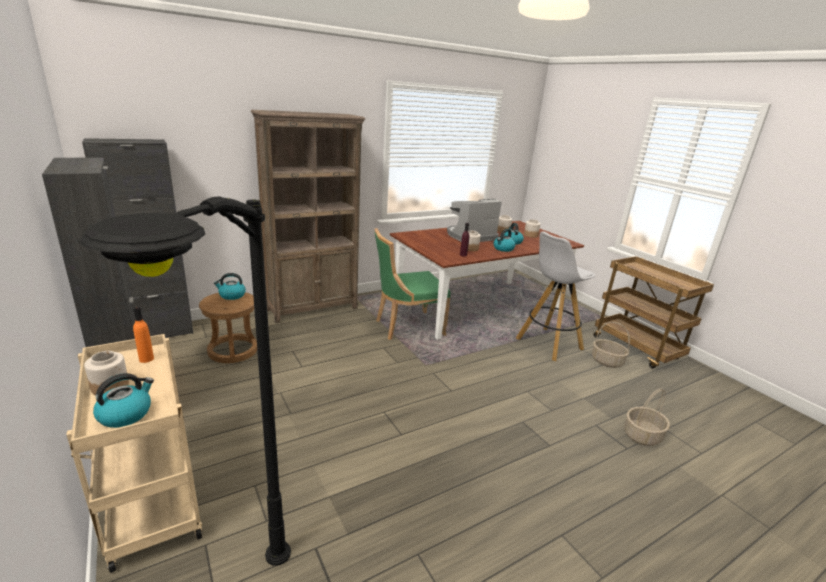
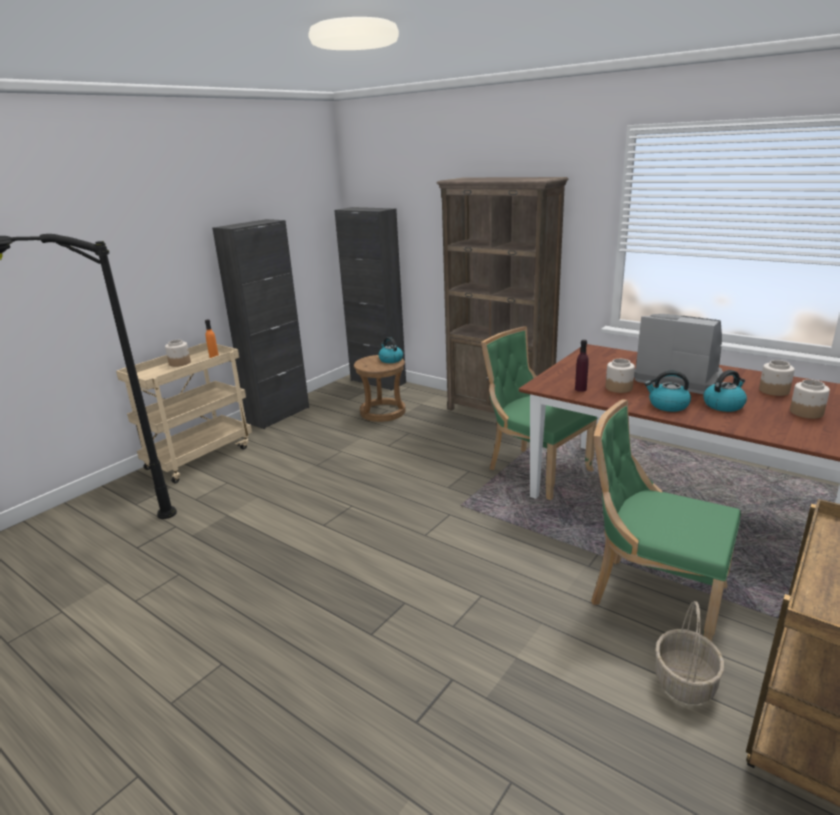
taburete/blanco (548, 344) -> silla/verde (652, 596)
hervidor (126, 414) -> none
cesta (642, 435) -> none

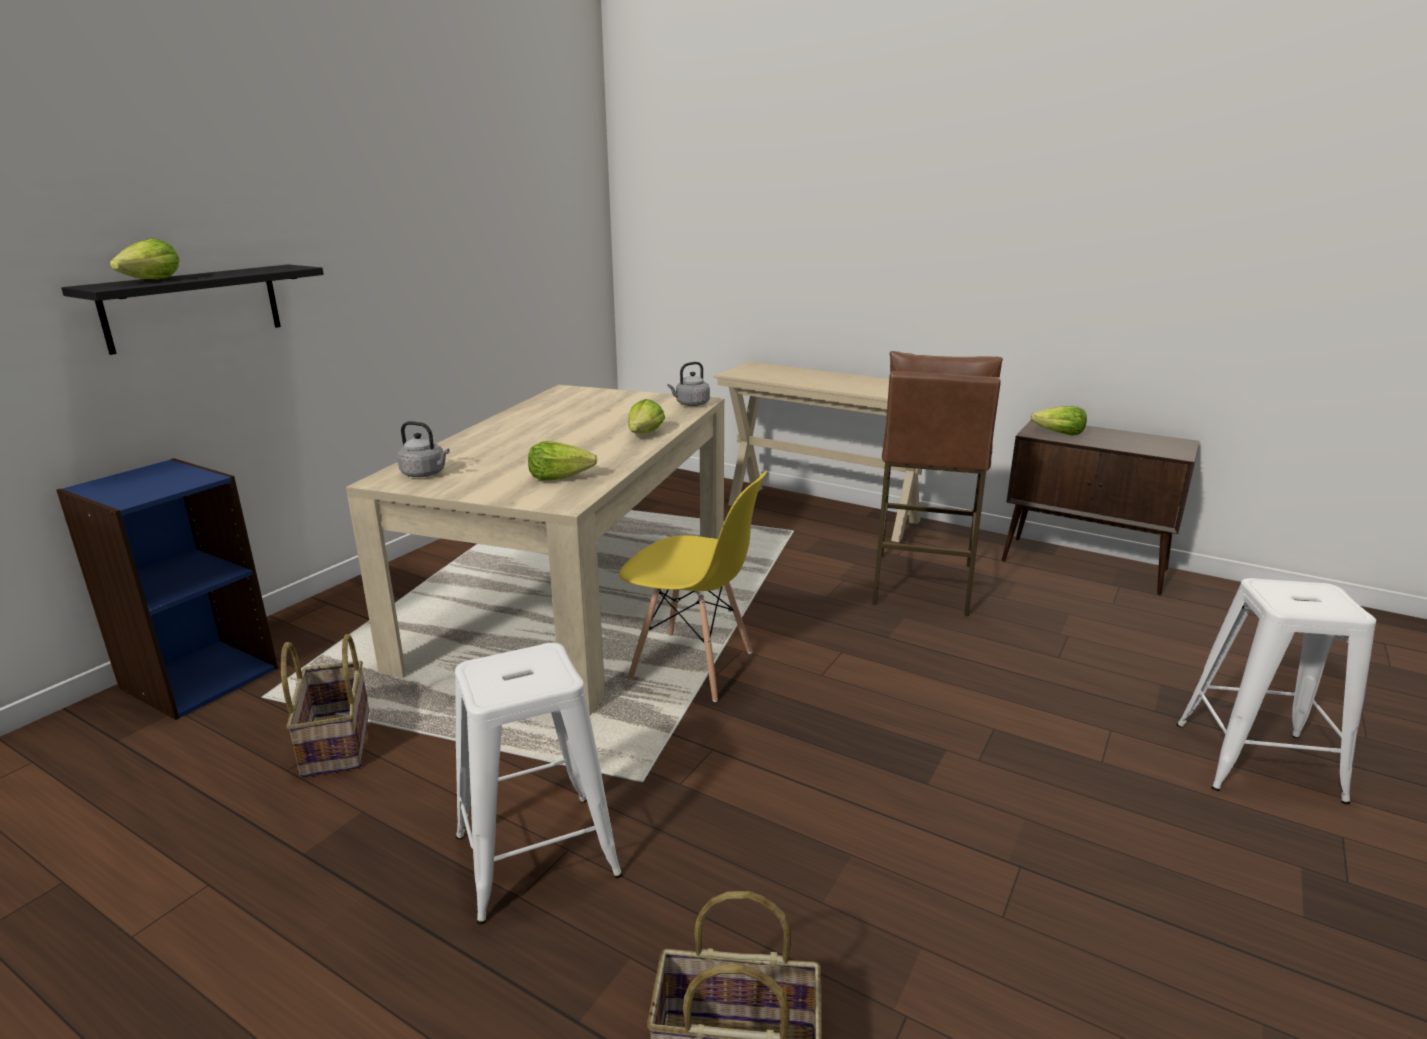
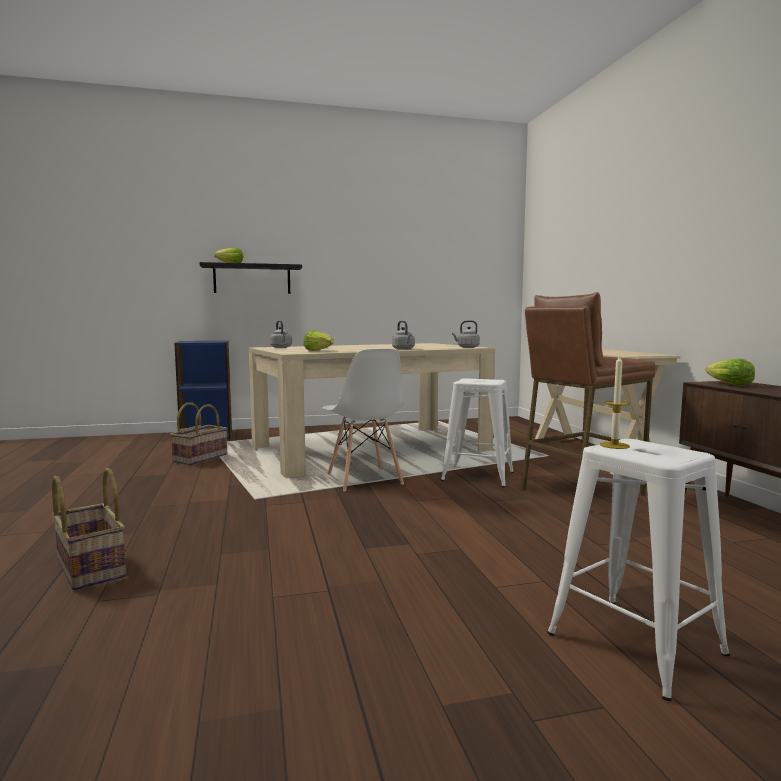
silla/amarillo (692, 666) -> silla/blanco (364, 479)
lechuga (645, 434) -> hervidor/gris (403, 349)
taburete/blanco (537, 855) -> taburete/blanco (478, 476), shifted
none -> vela (614, 445)

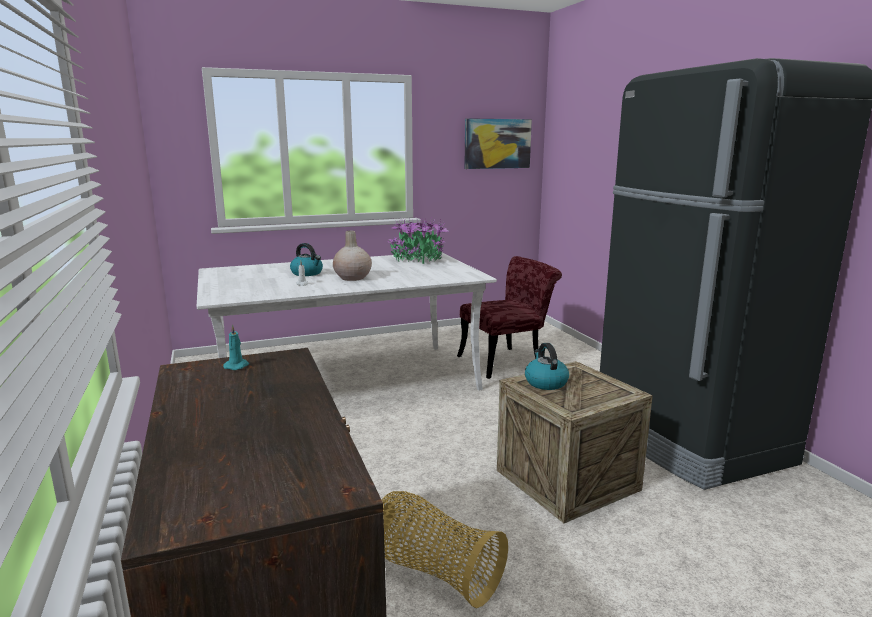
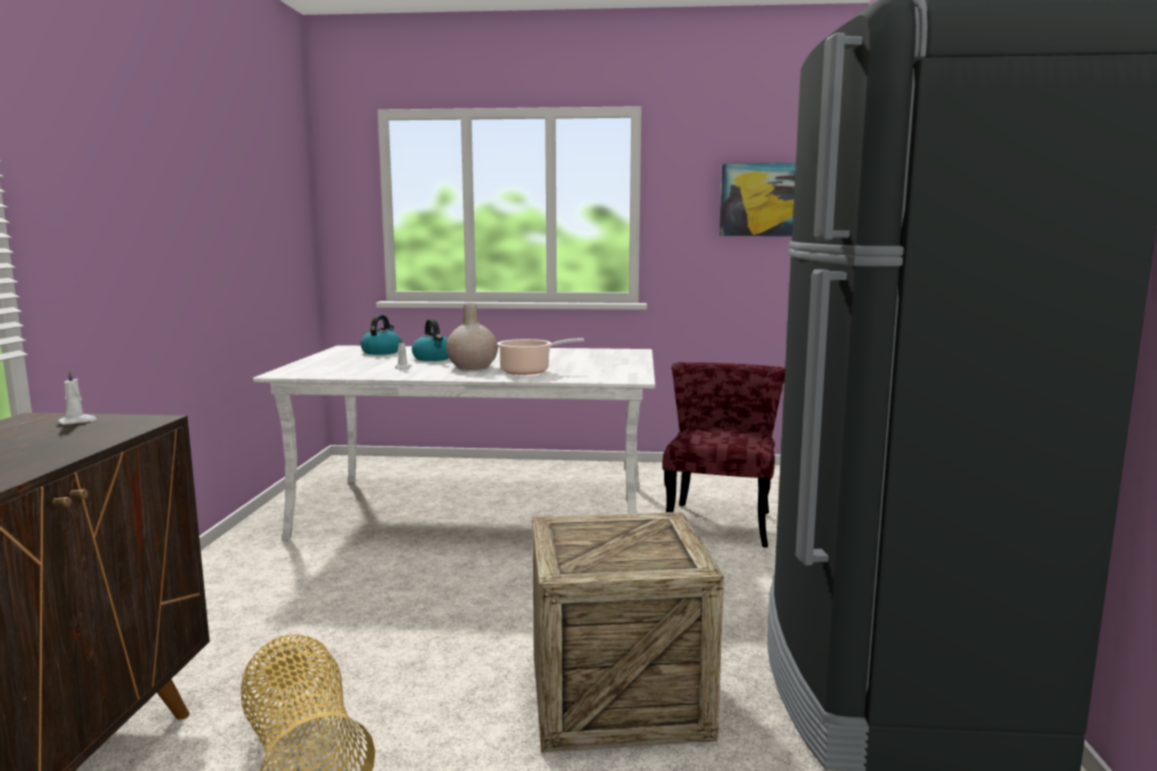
vela/turquesa (237, 366) -> vela/blanco (78, 422)
hervidor (545, 382) -> hervidor (381, 352), shifted
none -> olla (528, 371)
silla/rojo (507, 361) -> silla/rojo (720, 519), 75 degrees counterclockwise
planta en maceta (418, 259) -> none

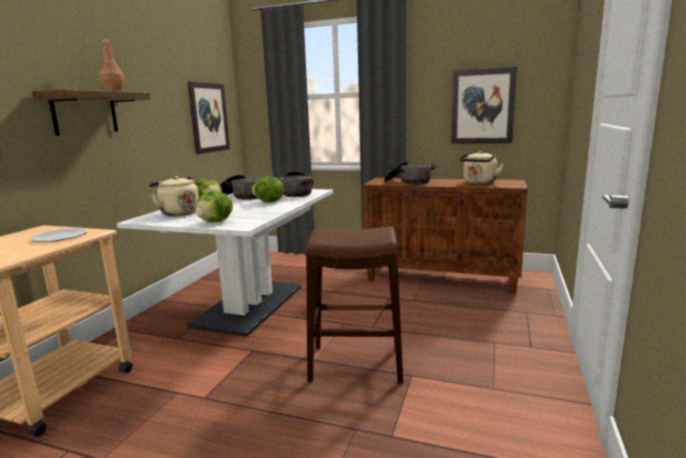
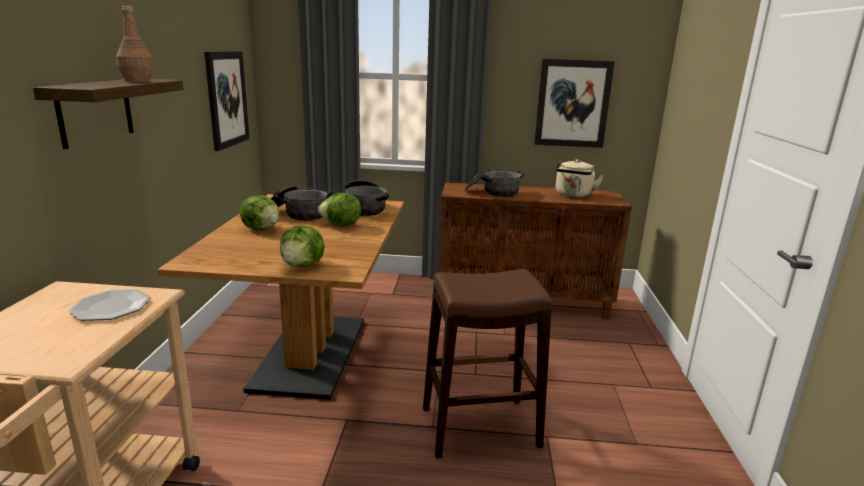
mesa de comedor/blanco (249, 305) -> mesa de comedor/marrón (311, 353)
hervidor/beis (178, 213) -> none

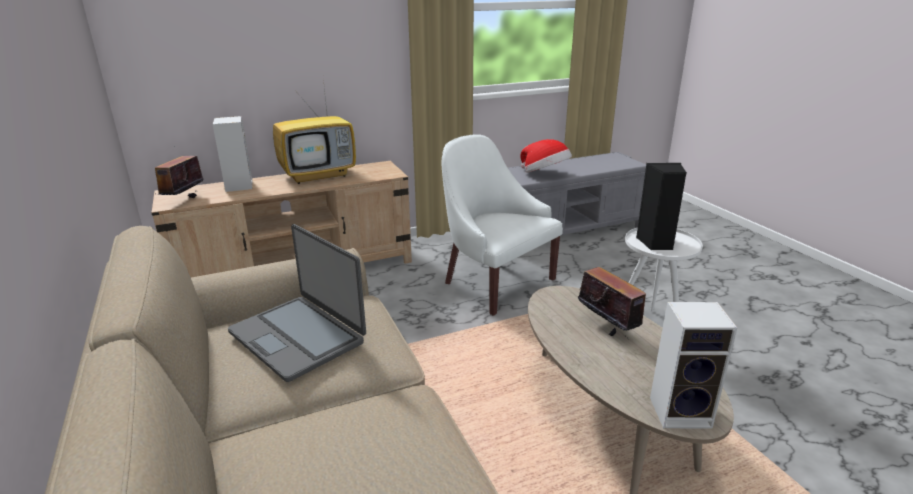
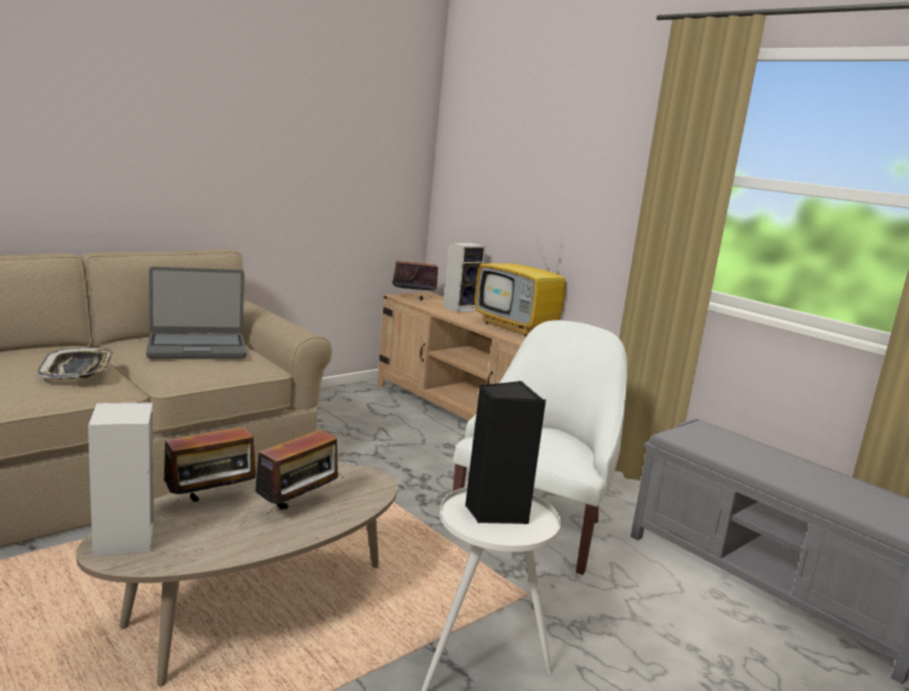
none -> bandeja (78, 370)
portátil (298, 337) -> portátil (197, 347), 135 degrees counterclockwise
none -> radio (211, 502)
sombrero (545, 174) -> none

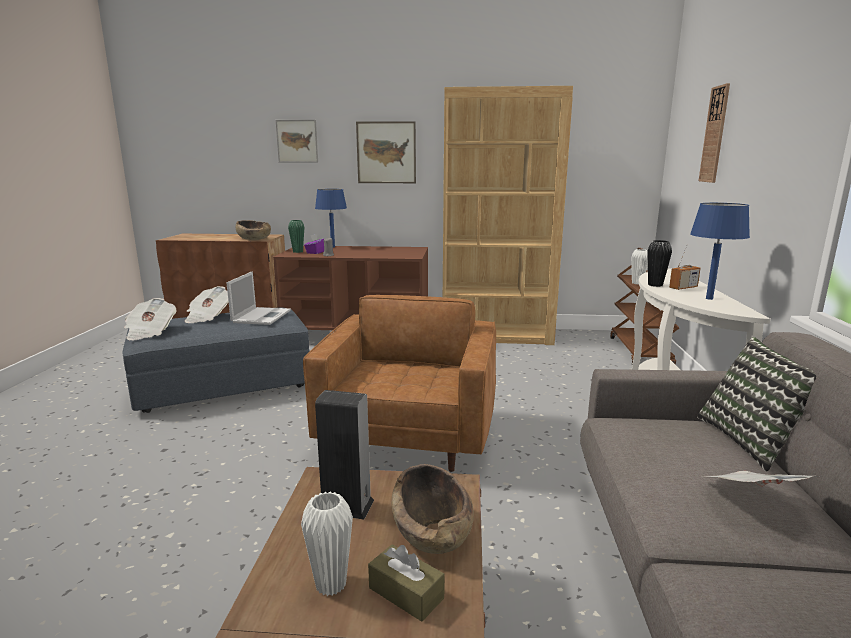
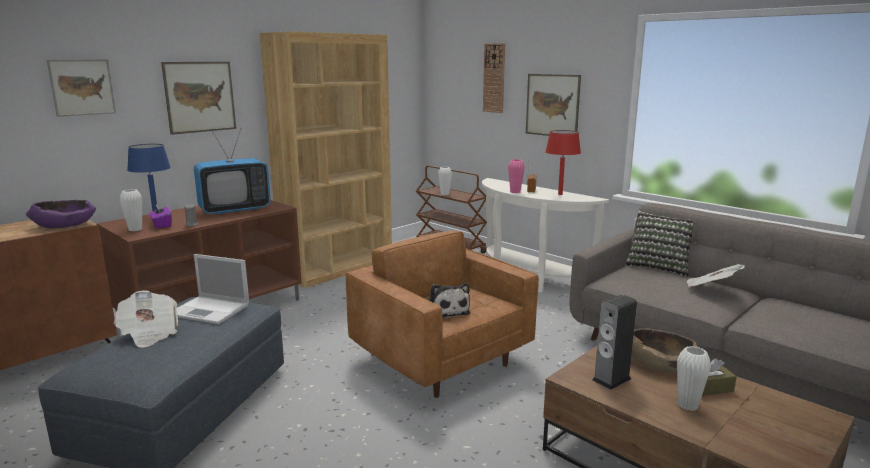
cuenco/marrón (254, 239) -> cuenco/morado (64, 225)
florero/verde (298, 251) -> florero/blanco (135, 229)
portátil (262, 316) -> portátil (210, 310), 150 degrees clockwise
none -> televisor (235, 209)
none -> peluche (445, 311)
florero/negro (655, 285) -> florero/rosa (515, 192)
none -> cuadro (552, 105)
lámpara de mesa/azul (709, 298) -> lámpara de mesa/rojo (560, 194)
periódico (150, 332) -> none

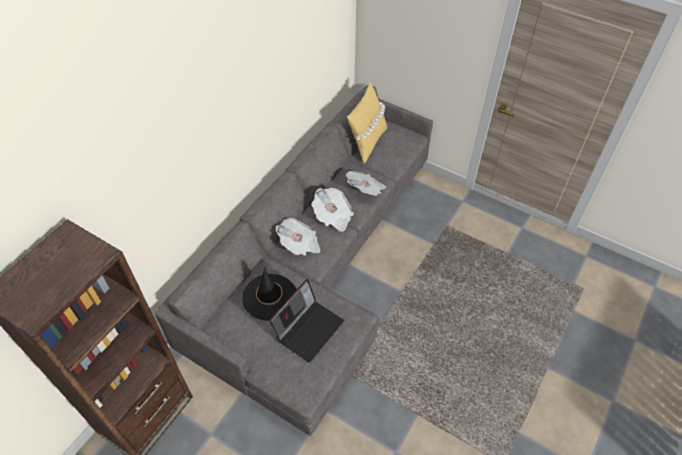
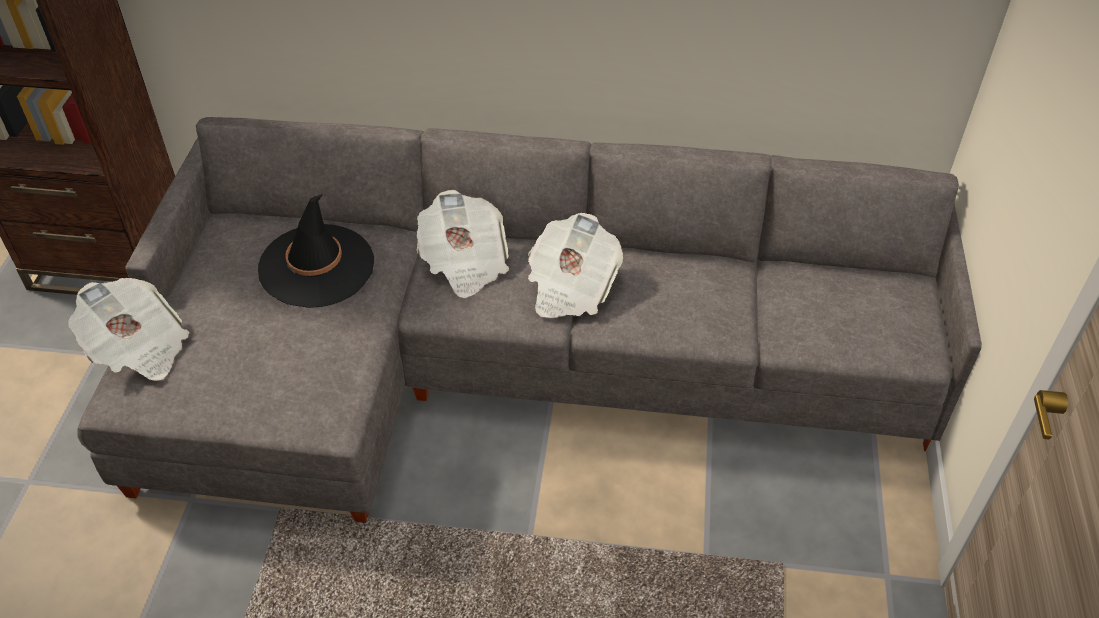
periódico (366, 190) -> periódico (138, 348), shifted
portátil (308, 328) -> none
cojín/amarillo (367, 142) -> none

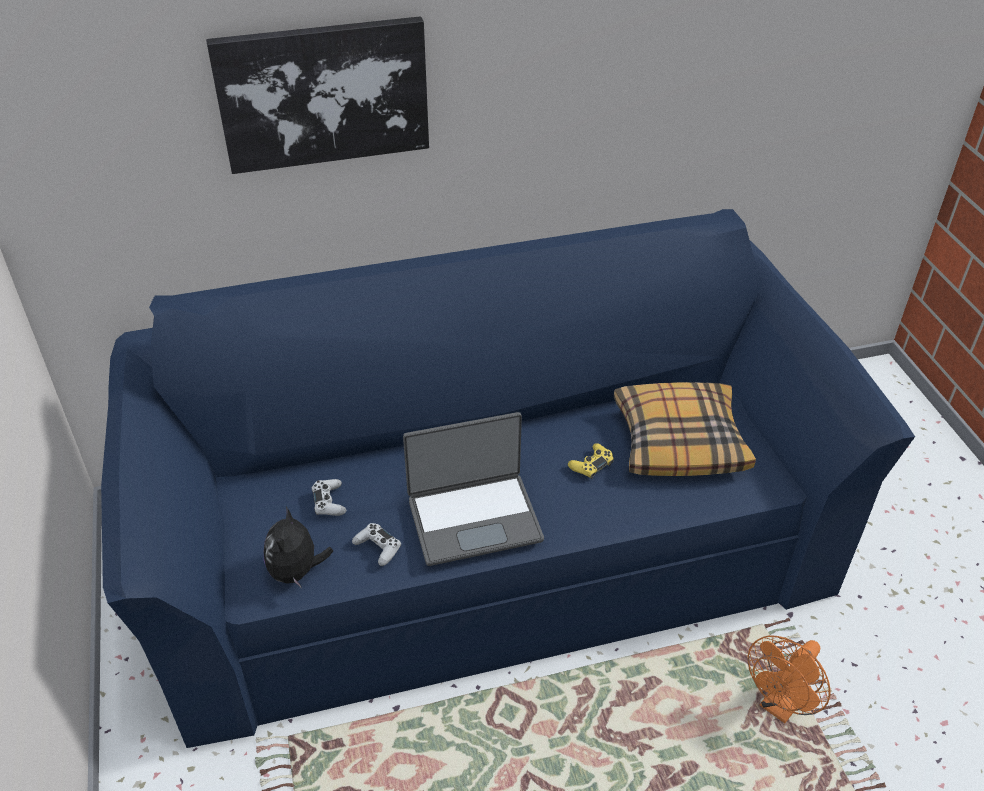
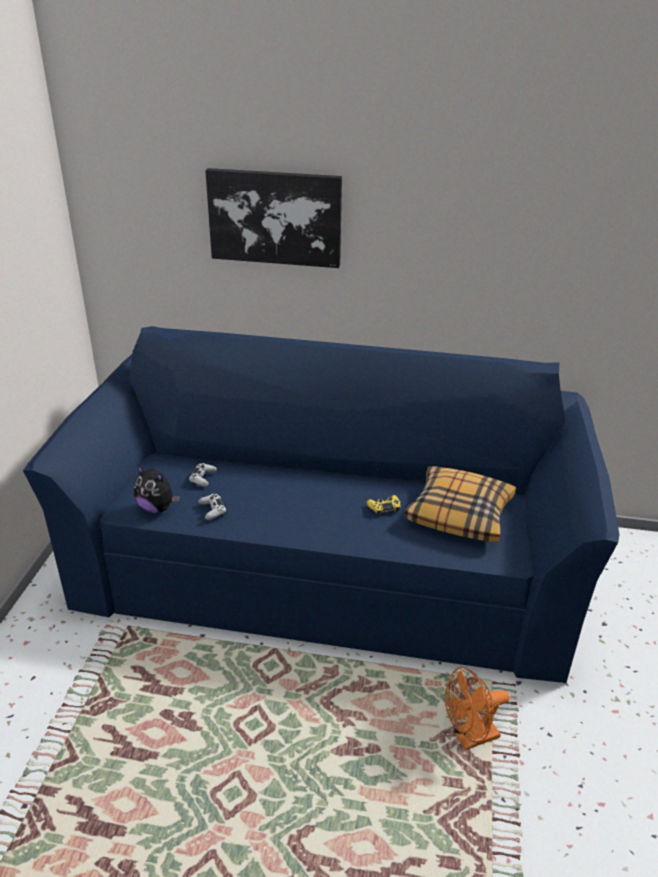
peluche (297, 572) -> peluche (157, 508), 90 degrees counterclockwise
portátil (474, 518) -> none

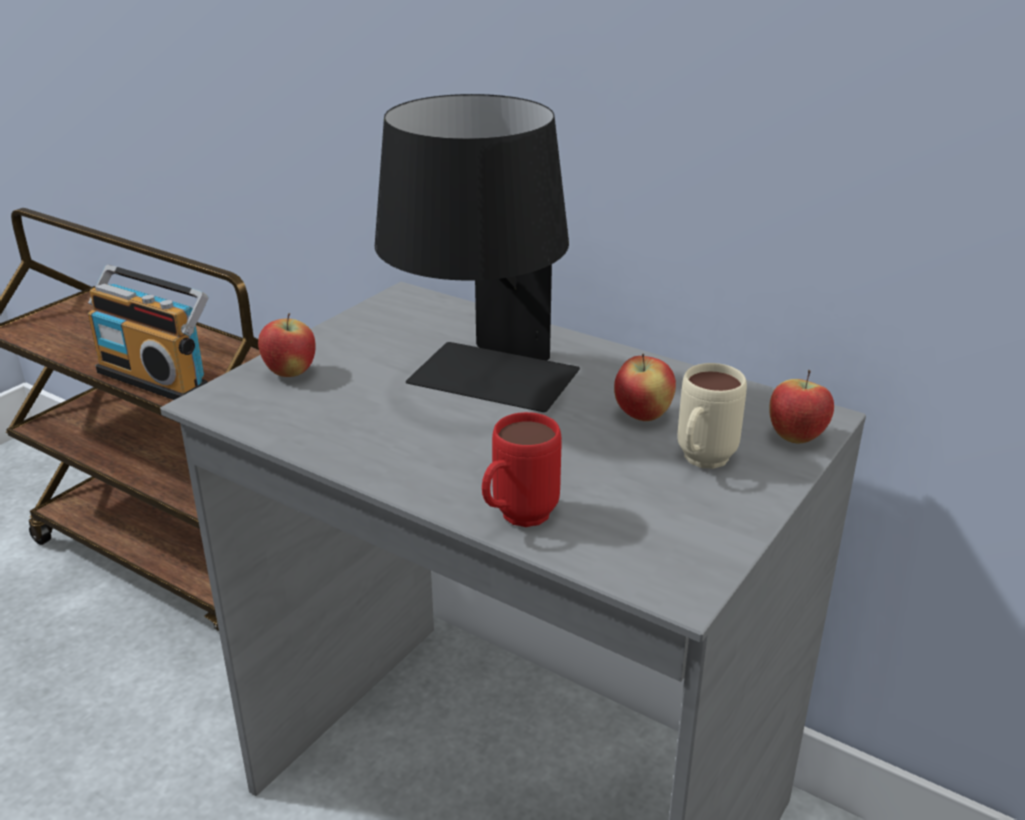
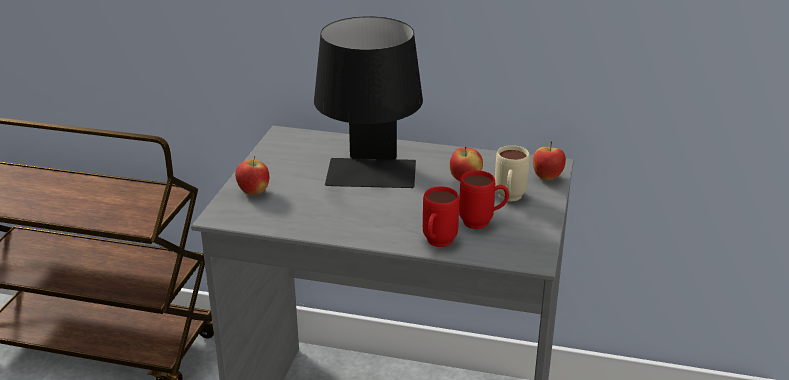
none -> taza grande/rojo (482, 223)
radio (157, 378) -> none

